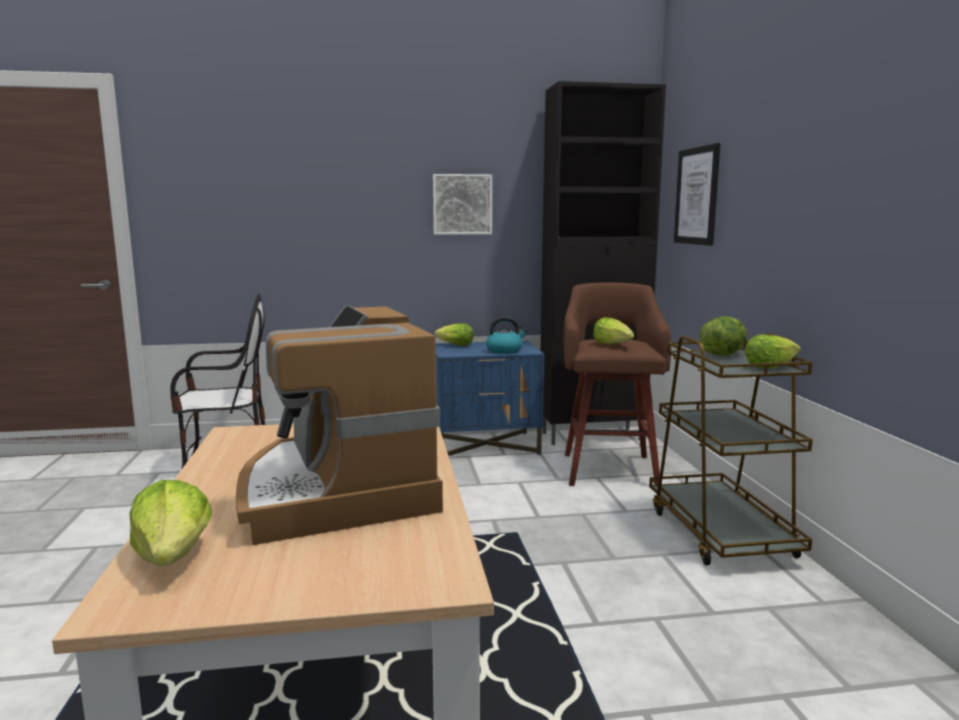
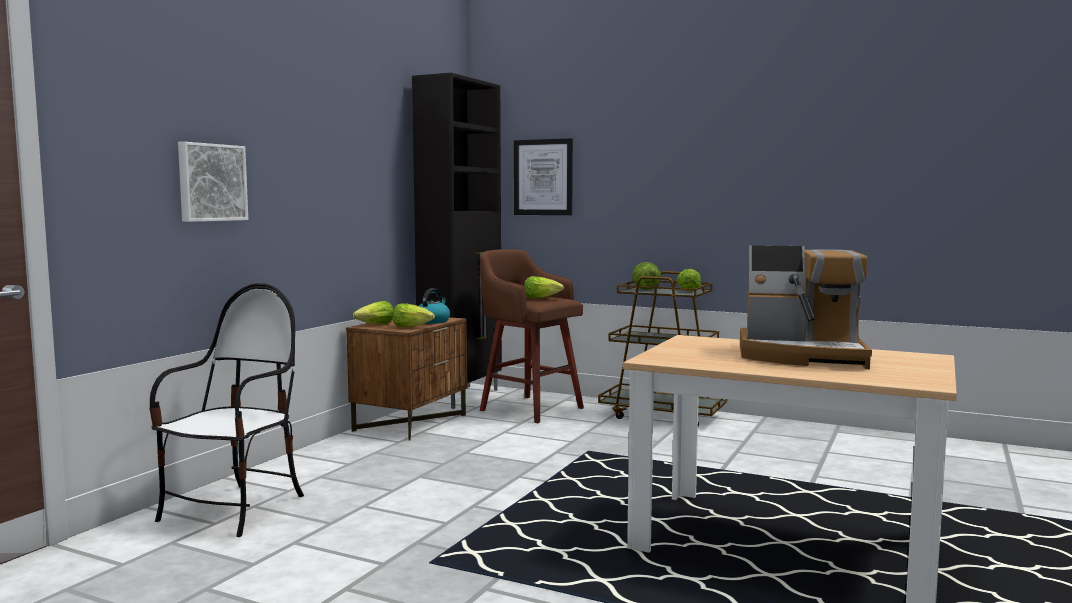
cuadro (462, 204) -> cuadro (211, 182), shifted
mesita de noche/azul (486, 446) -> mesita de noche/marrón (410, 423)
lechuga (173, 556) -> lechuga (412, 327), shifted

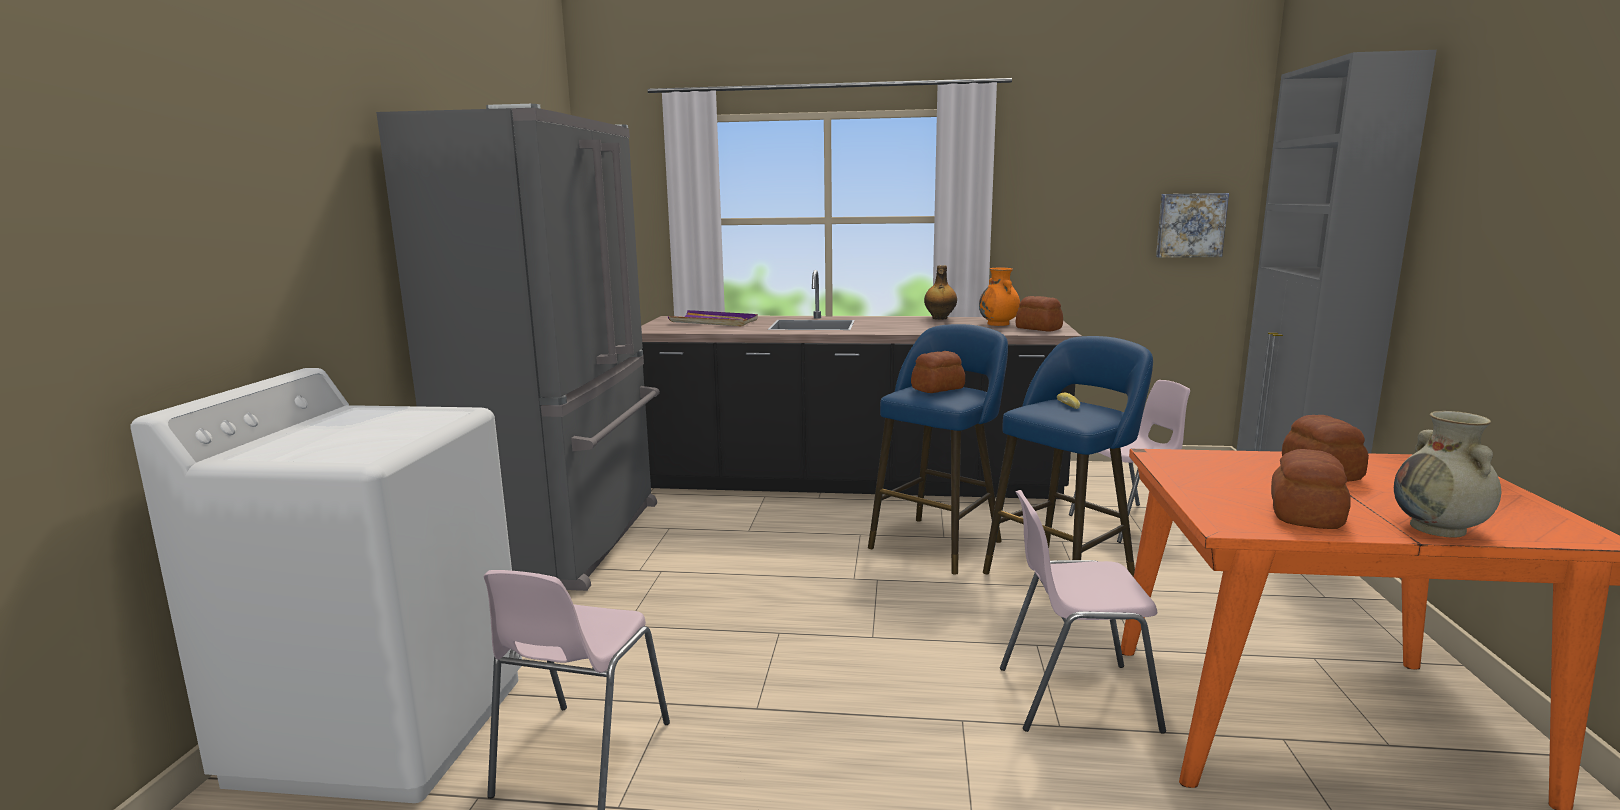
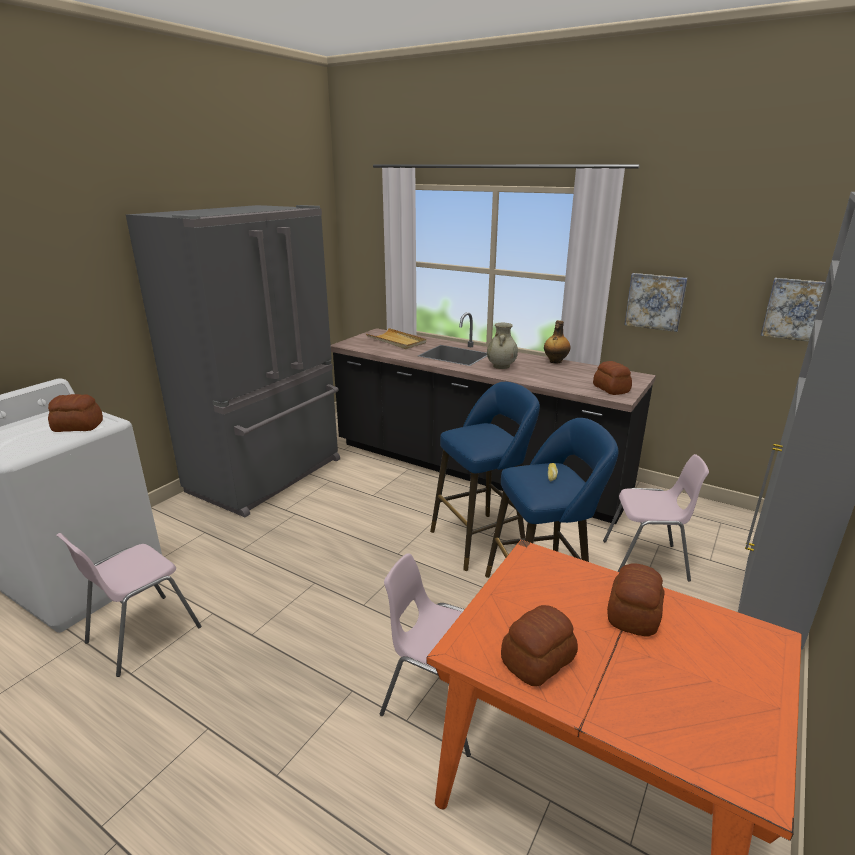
pan (938, 388) -> pan (78, 427), shifted
bandeja/morado (714, 322) -> bandeja/beis (396, 341)
florero/beis (1439, 529) -> florero/beis (501, 366), shifted
none -> cuadro (655, 301)
florero/naranja (998, 324) -> none

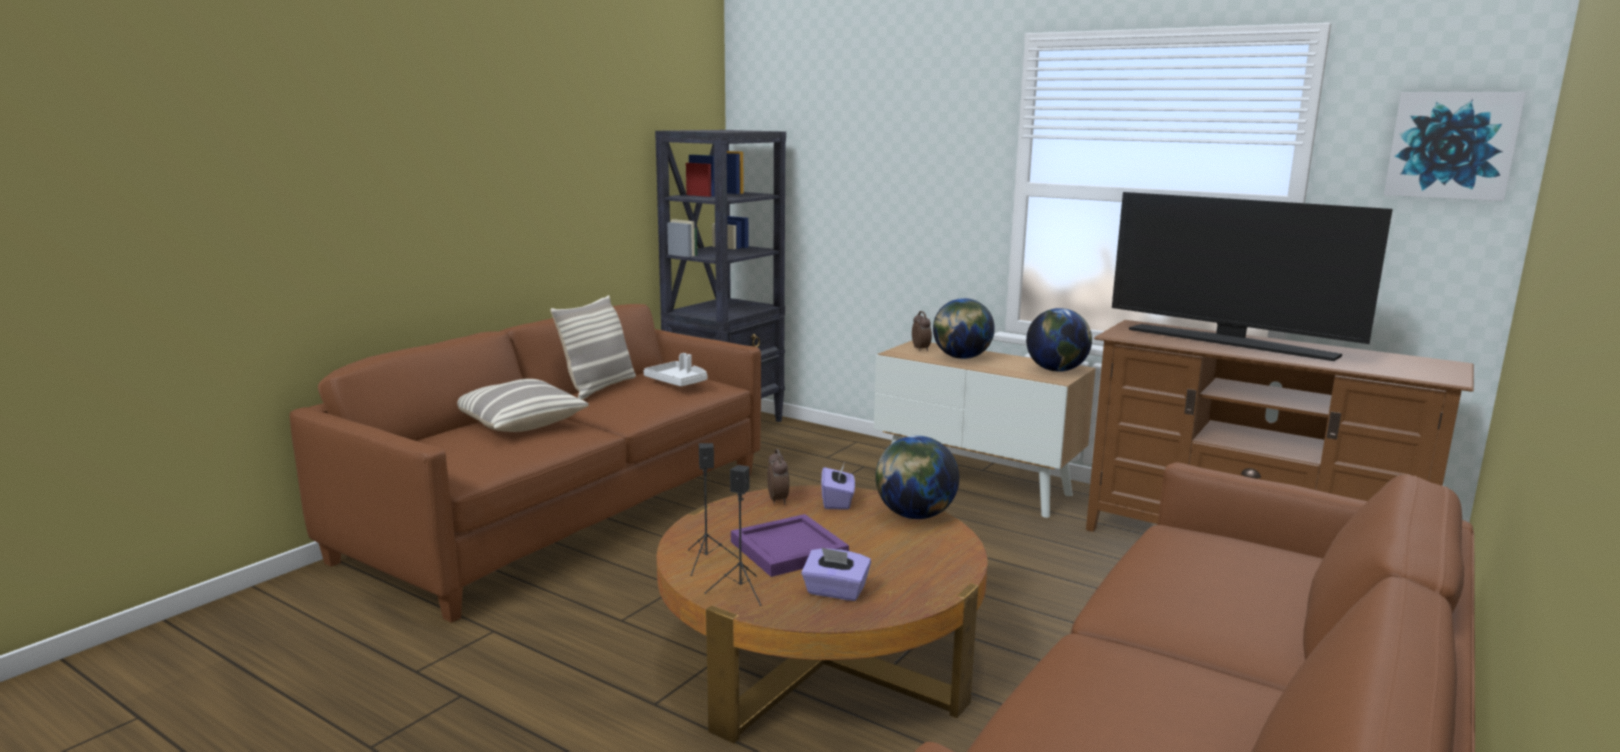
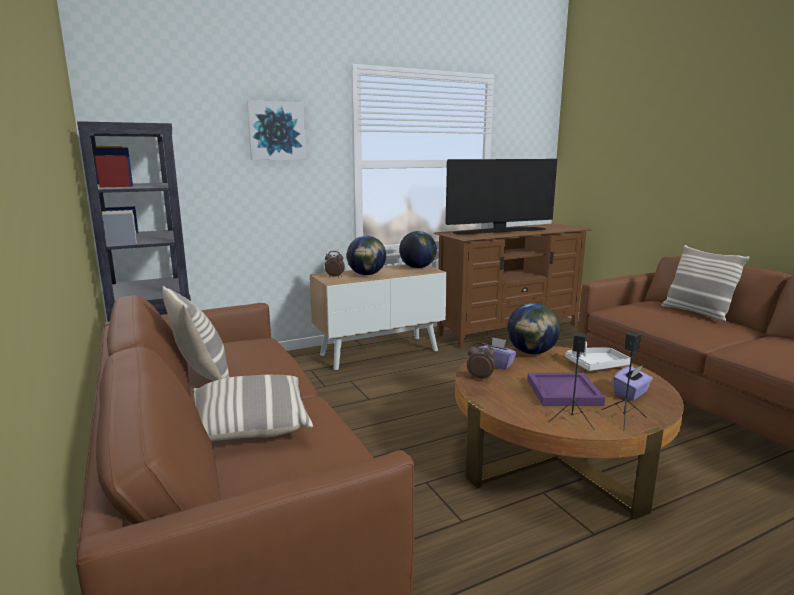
cuadro (1451, 145) -> cuadro (276, 131), shifted
bandeja/blanco (678, 382) -> bandeja/blanco (596, 365), shifted
none -> cojín (696, 313)

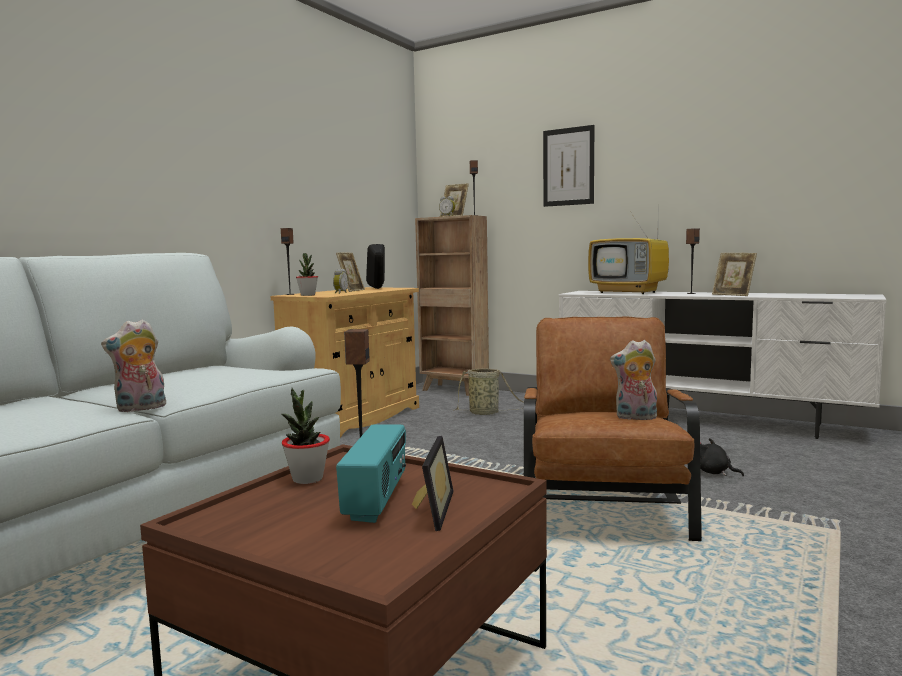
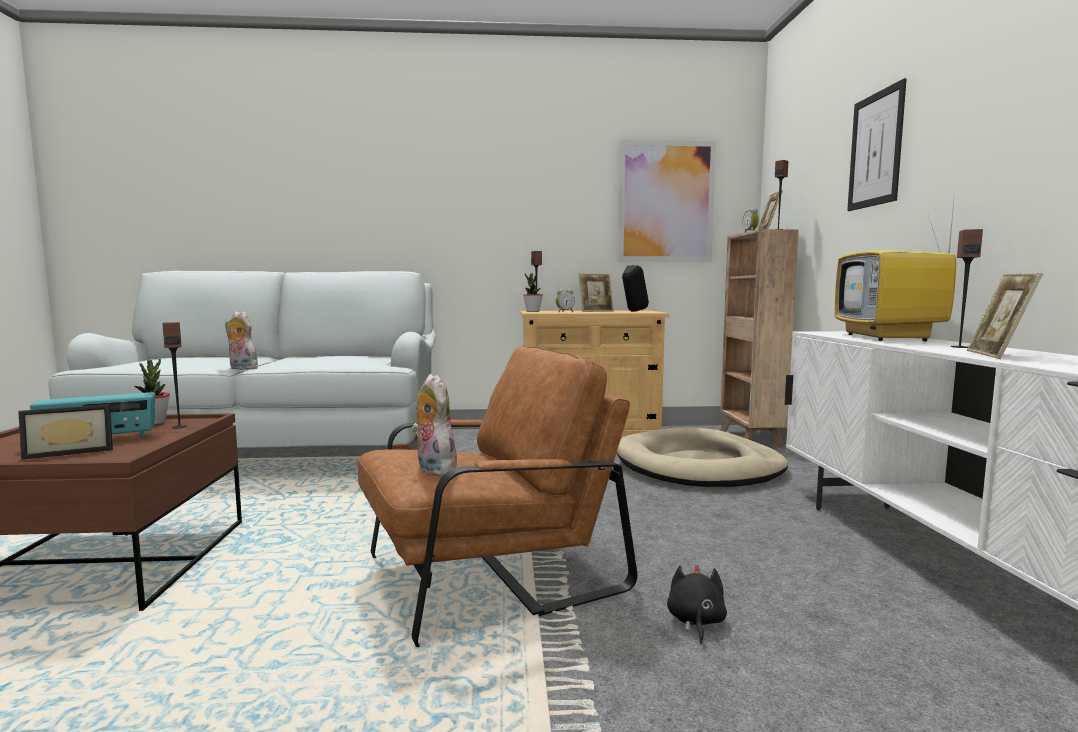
cesta (486, 413) -> cama para perro/beis (699, 466)
none -> cuadro (665, 202)

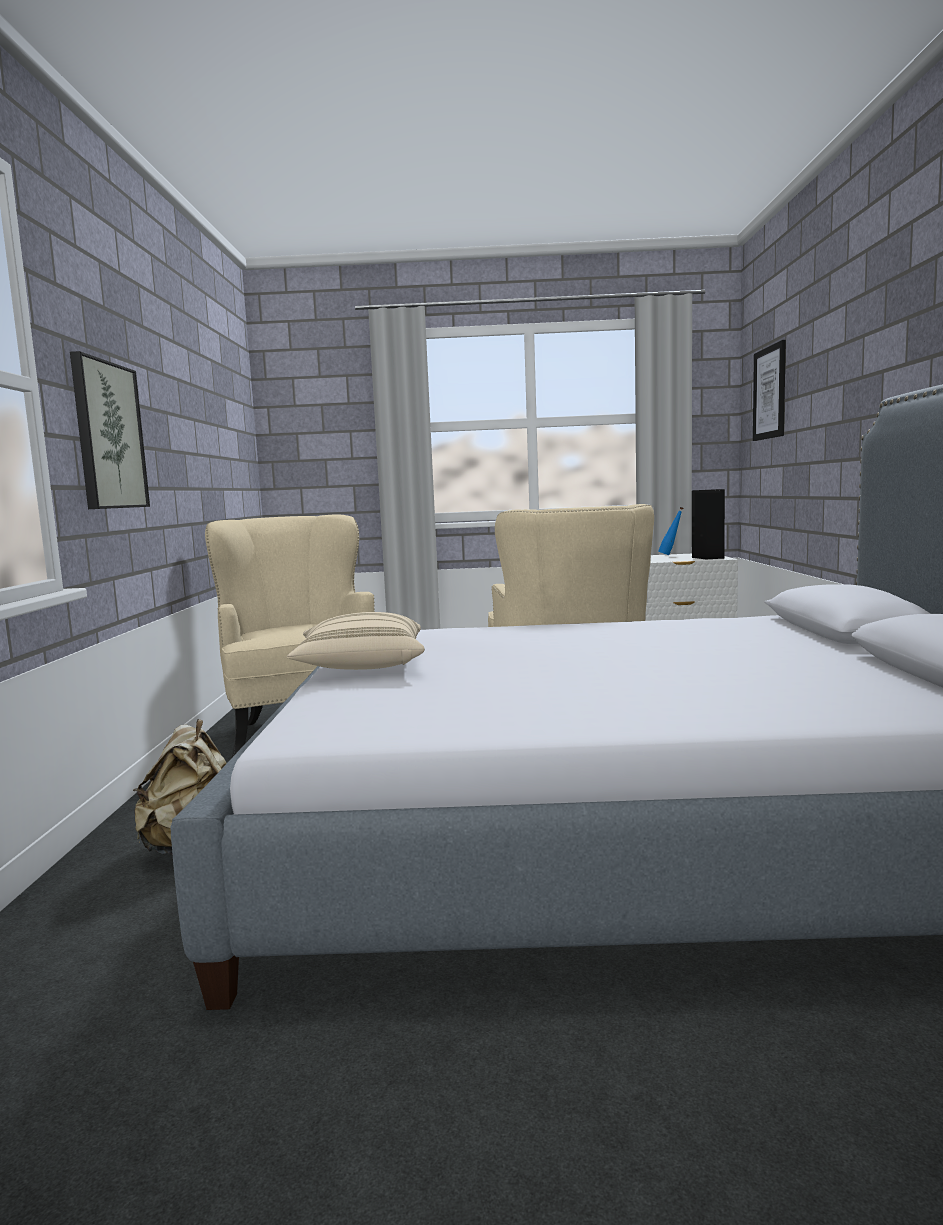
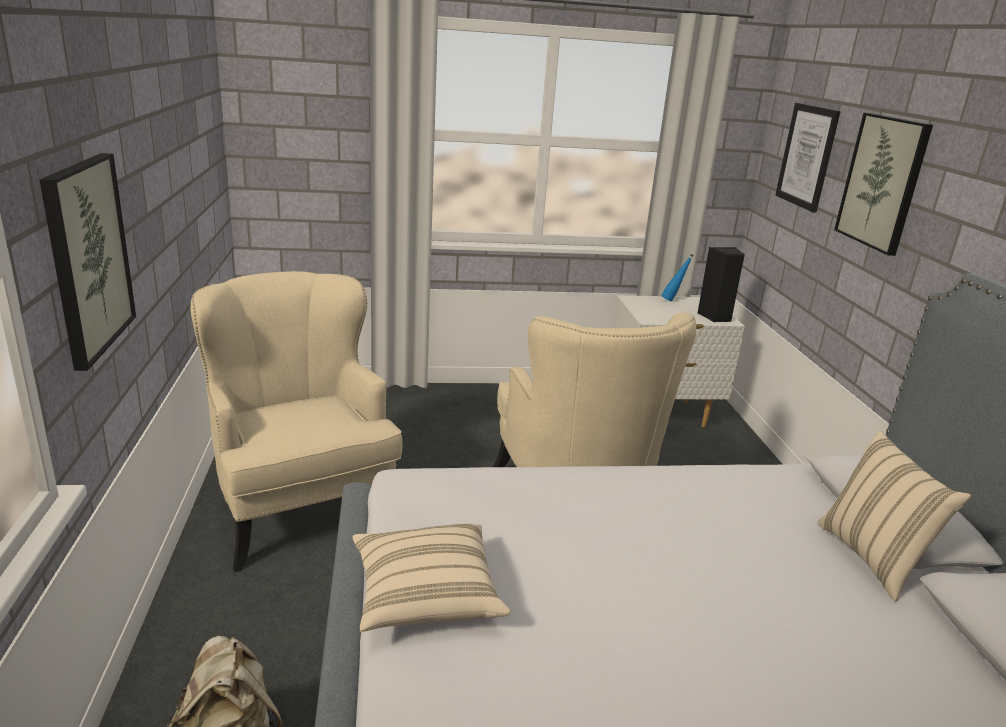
none -> cojín/beis (873, 558)
none -> cuadro (883, 182)

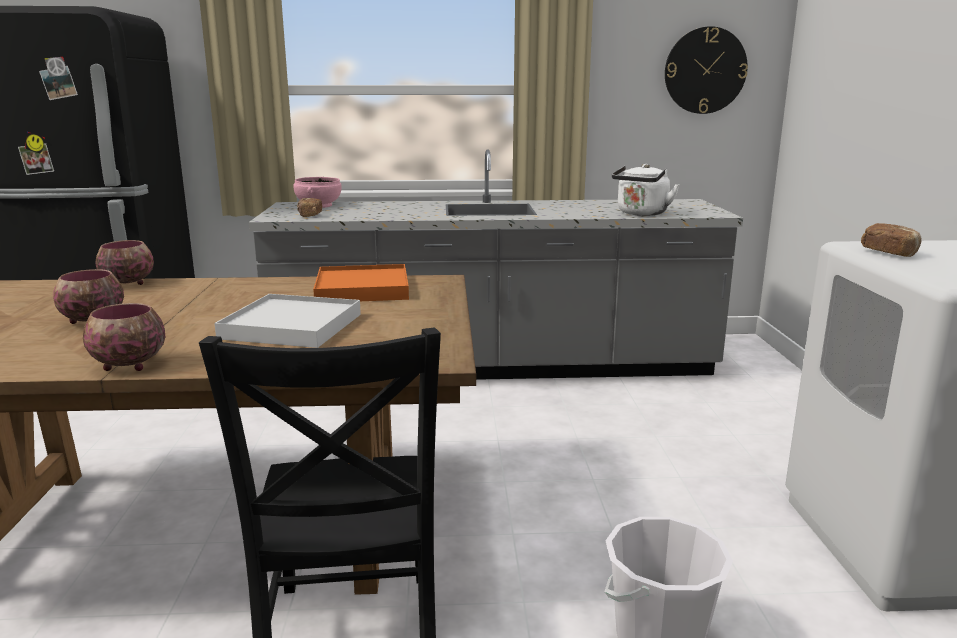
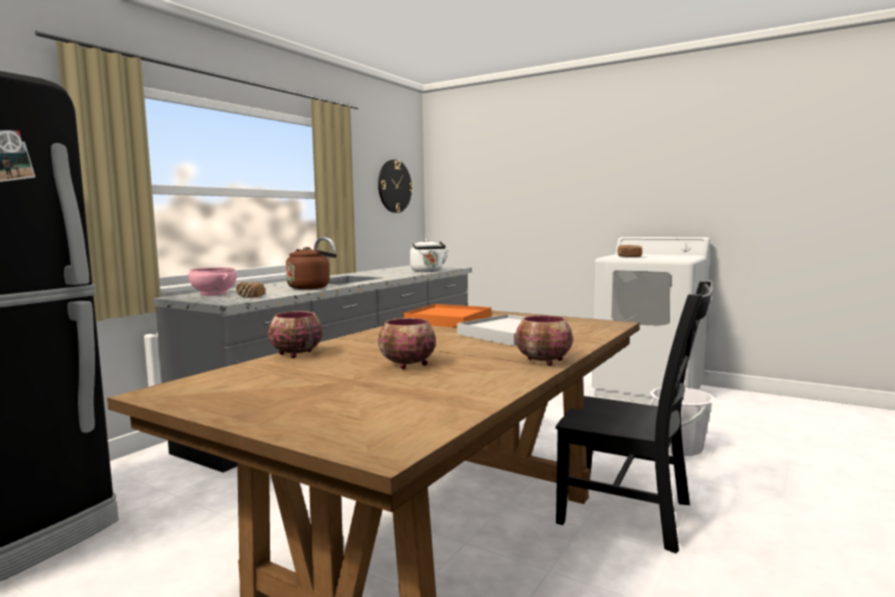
none -> hervidor/marrón (311, 287)

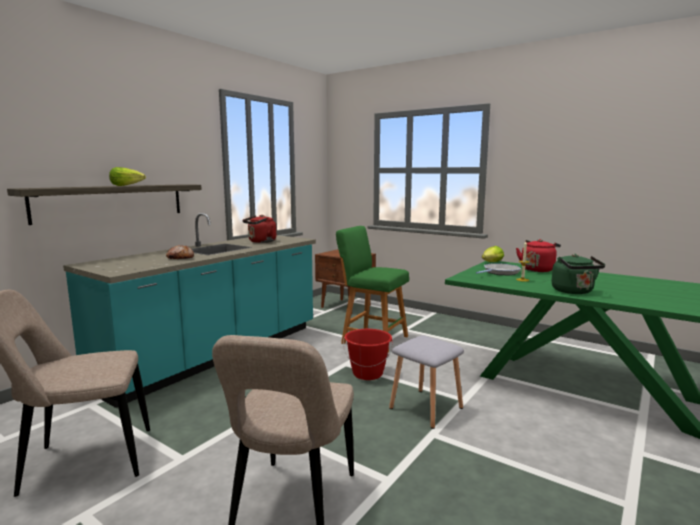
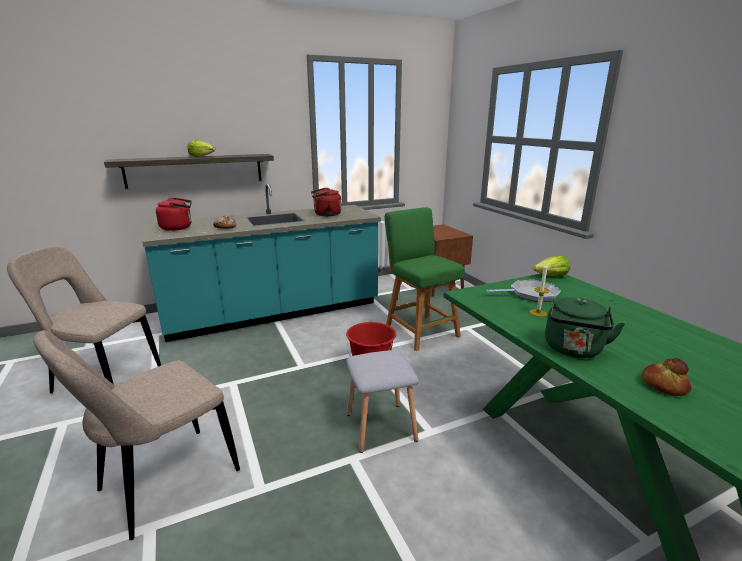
hervidor/rojo (537, 269) -> hervidor/rojo (178, 228), shifted
none -> pan (664, 385)

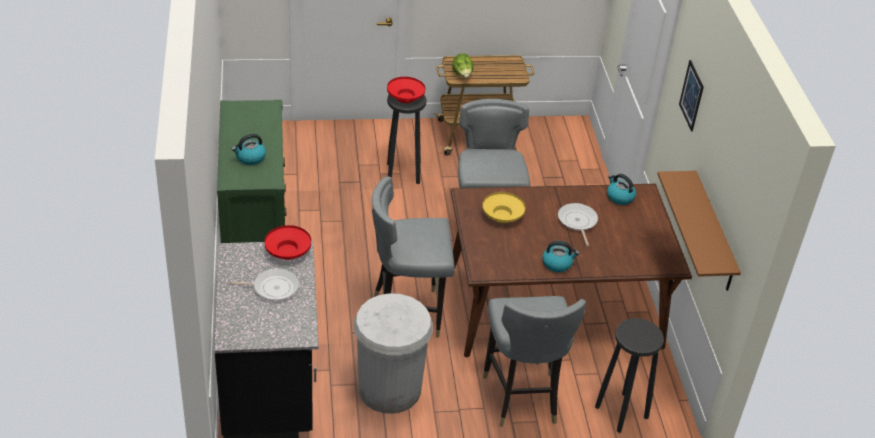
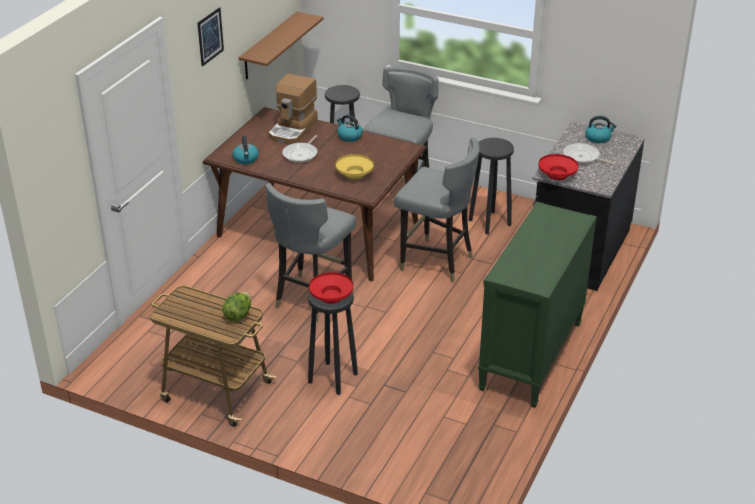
none -> cafetera (293, 129)
papelera/blanco (389, 389) -> taburete/negro (490, 223)
hervidor (250, 158) -> hervidor (598, 138), shifted

